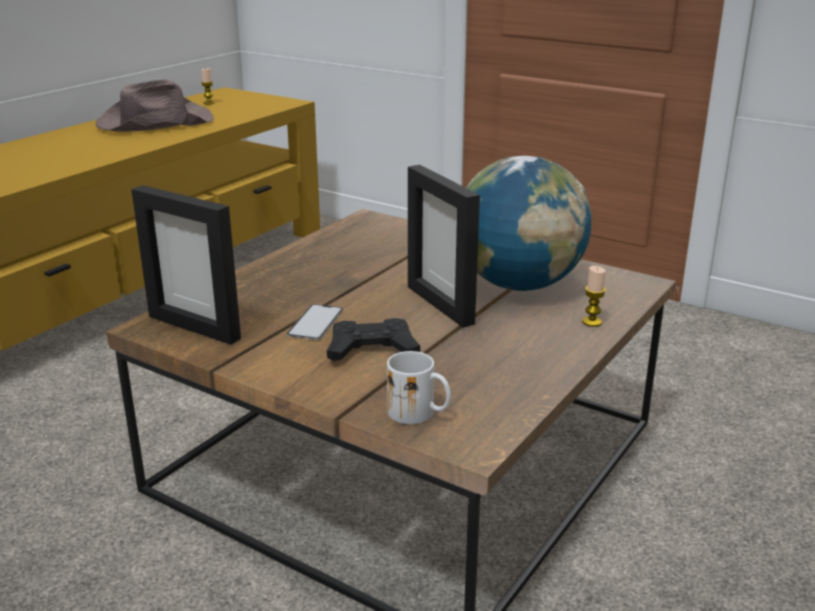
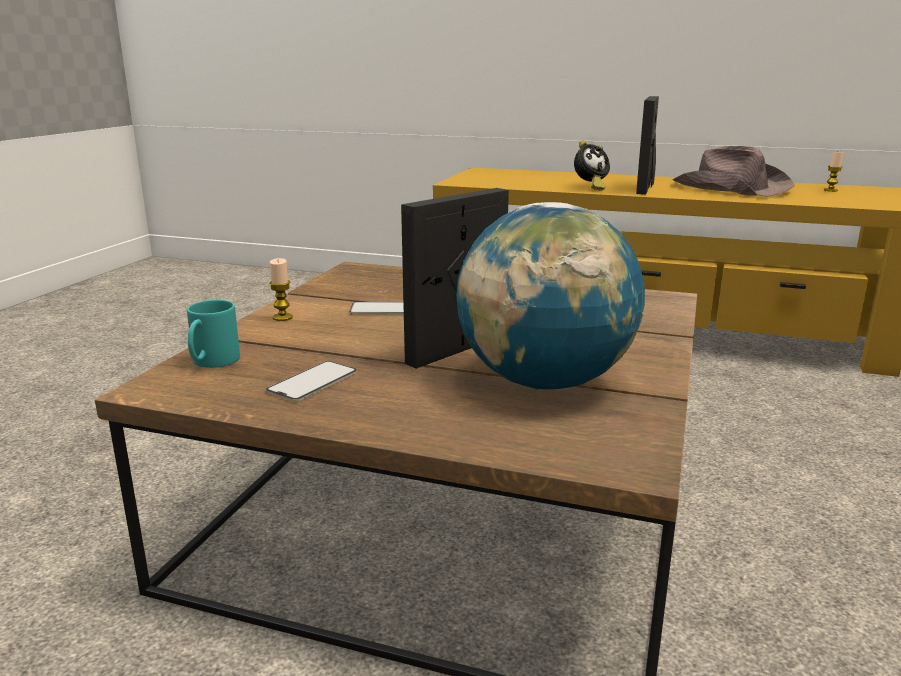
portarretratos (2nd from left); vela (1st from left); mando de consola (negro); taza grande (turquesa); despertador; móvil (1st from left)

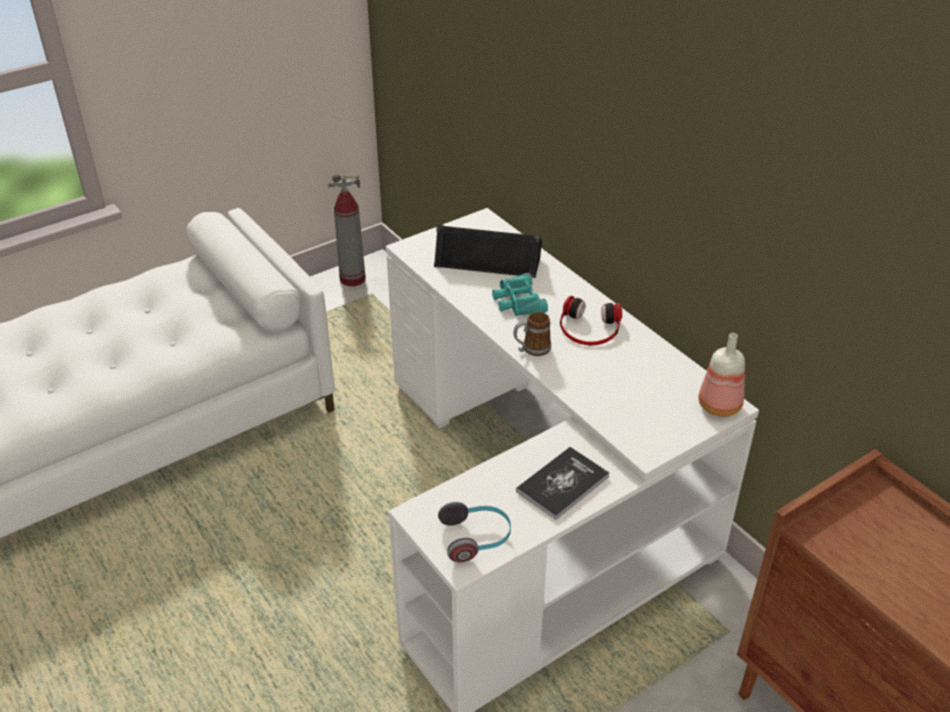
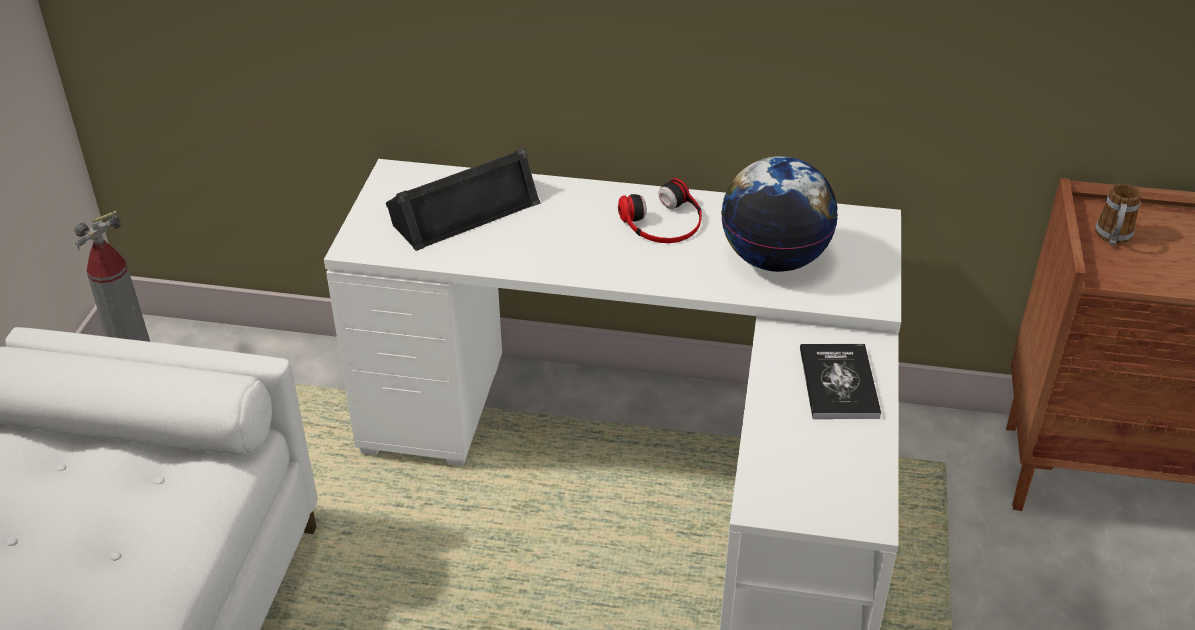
prismáticos (turquesa); taza grande; botella; auriculares (1st from left in the first image); globo terráqueo

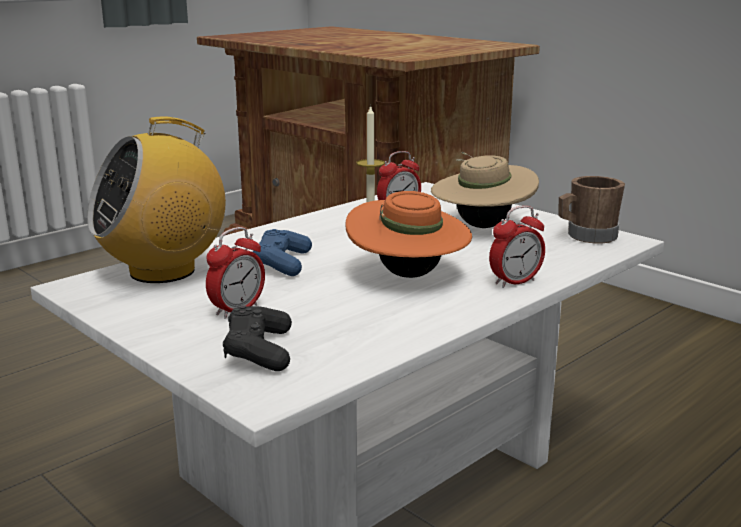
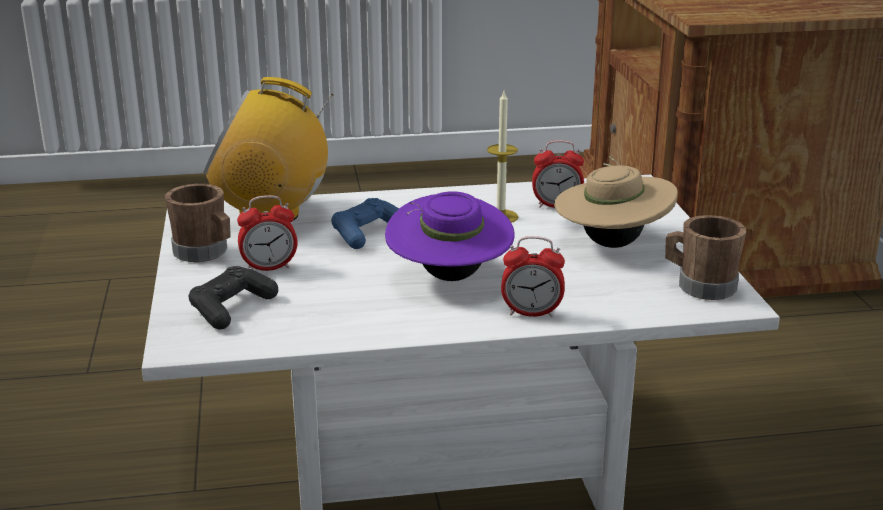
sombrero (morado); taza grande (marrón) (1st from left)

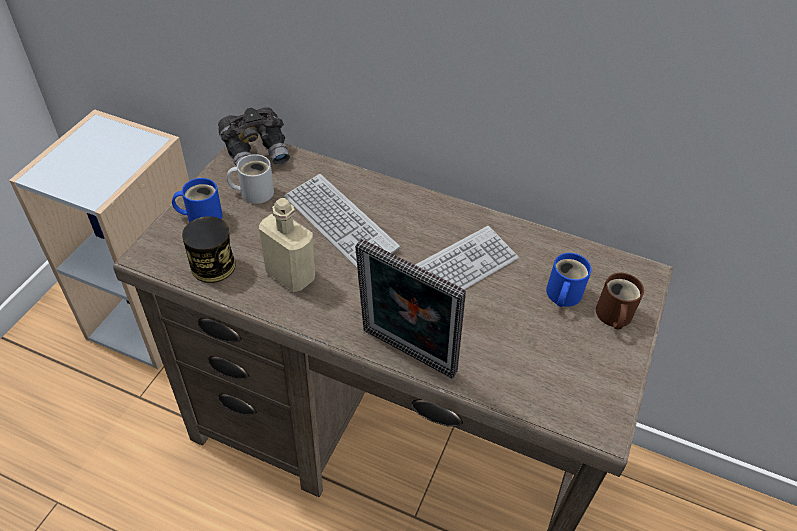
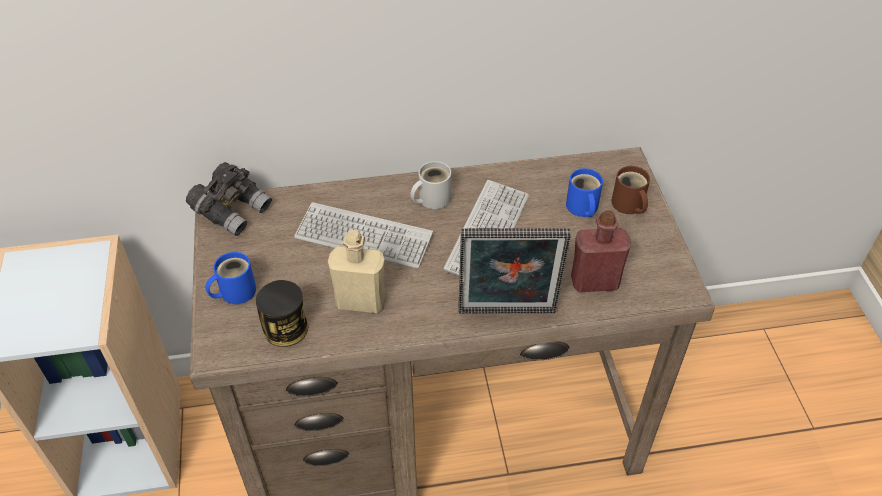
taza grande (blanco); botella (rojo)

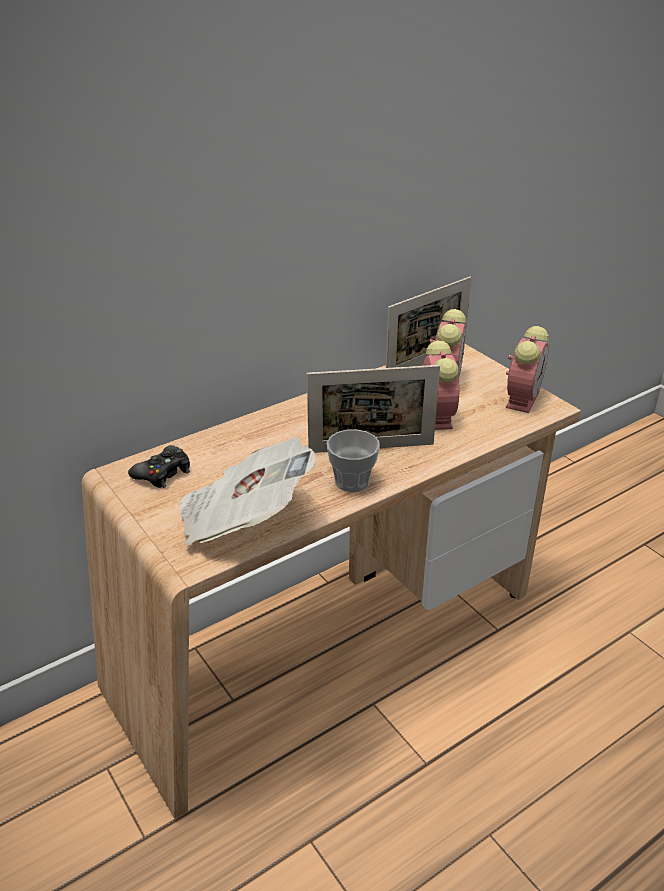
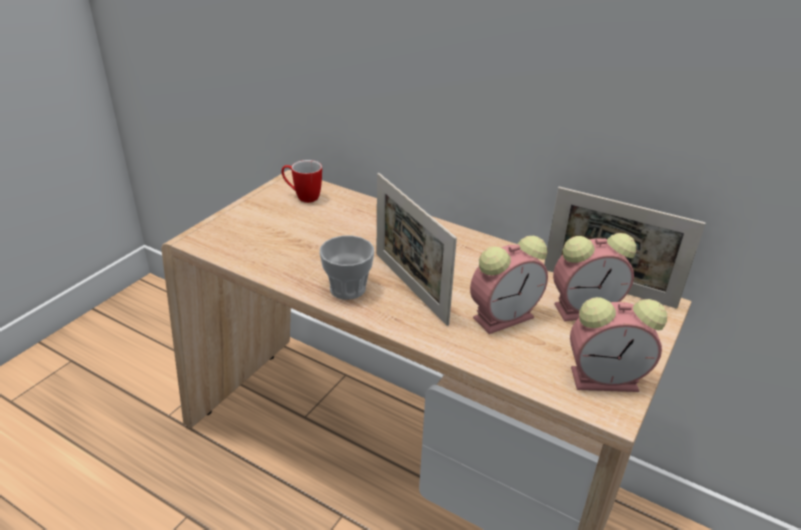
periódico; taza grande

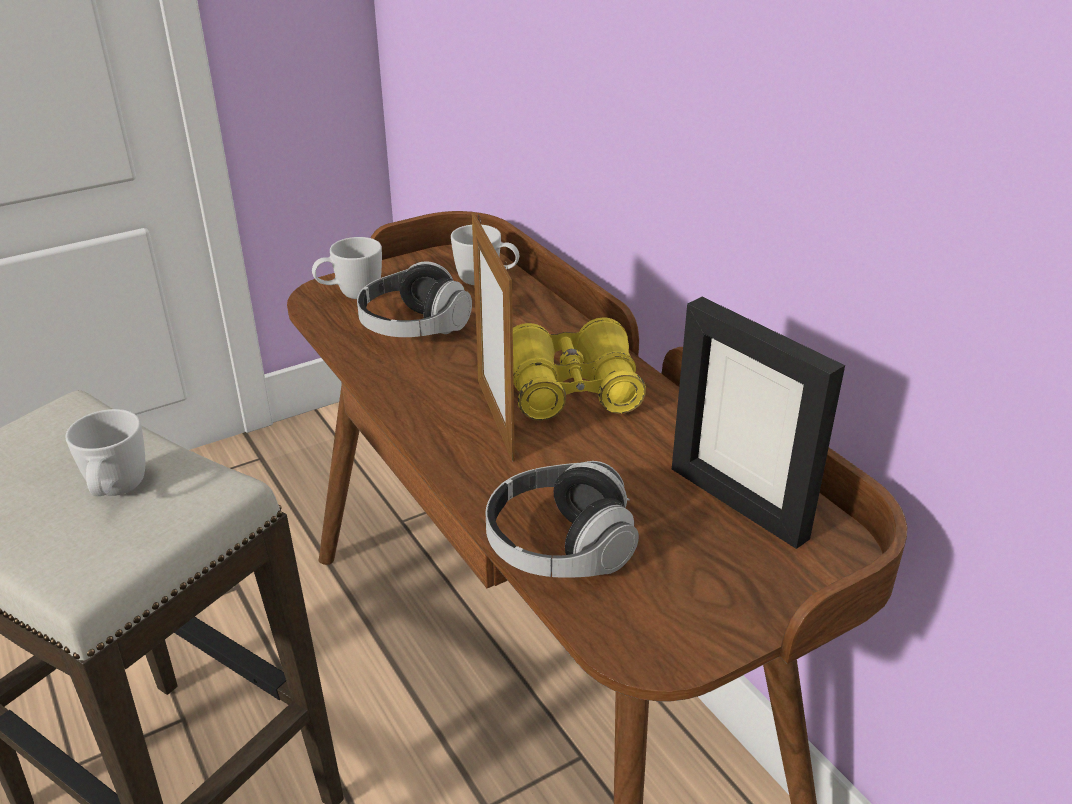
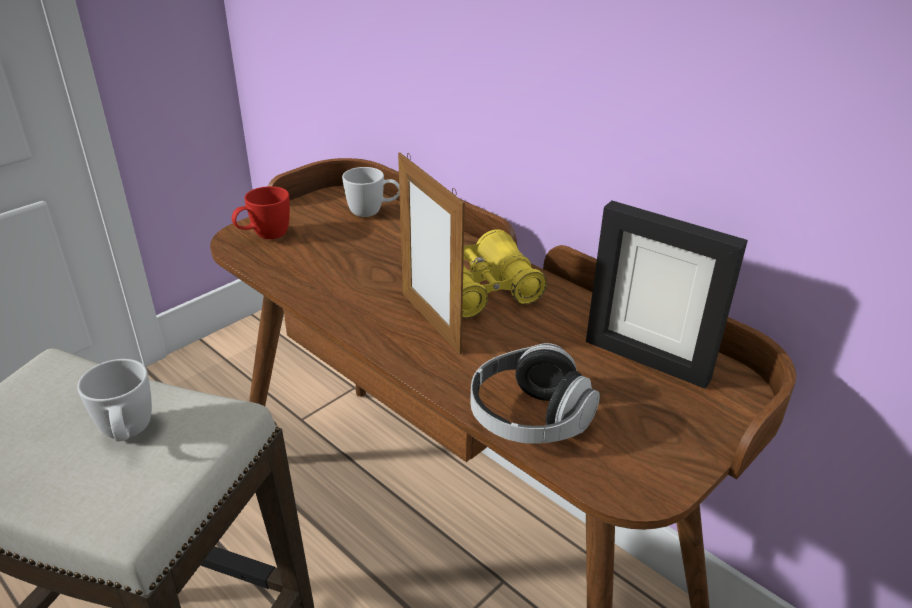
taza grande (rojo); auriculares (1st from left in the first image)

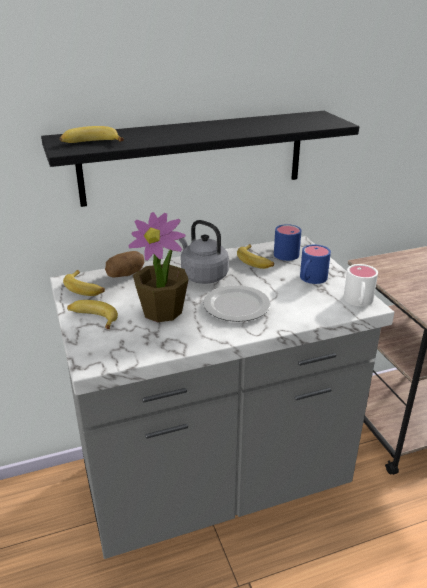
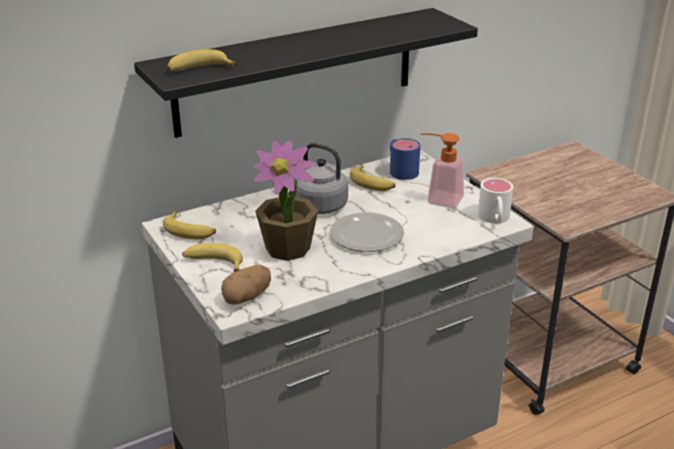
dispensador de jabón; patata

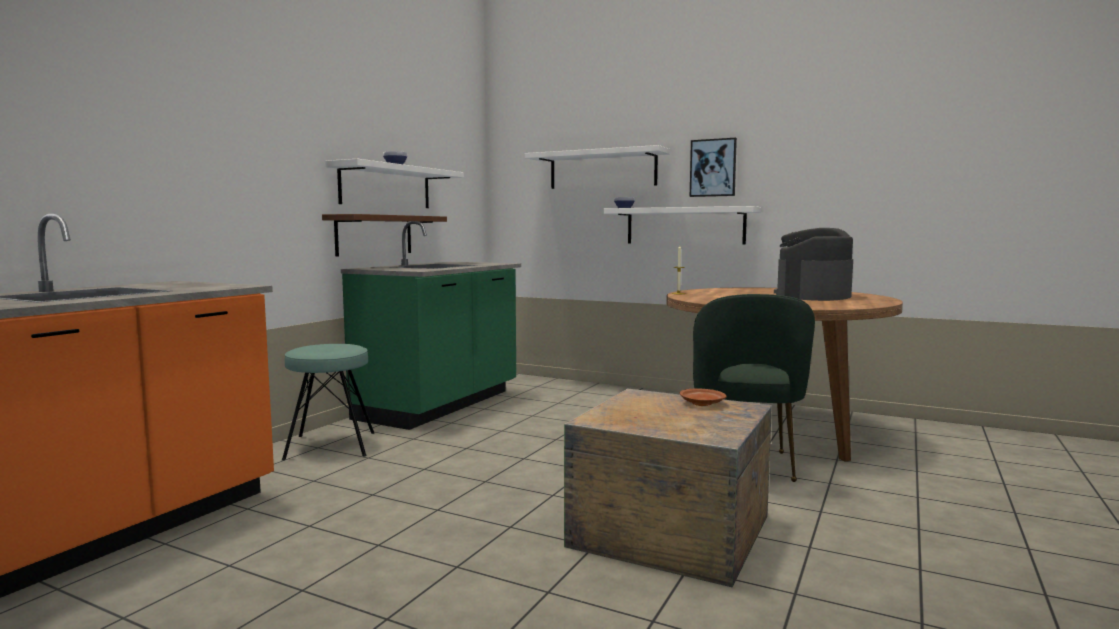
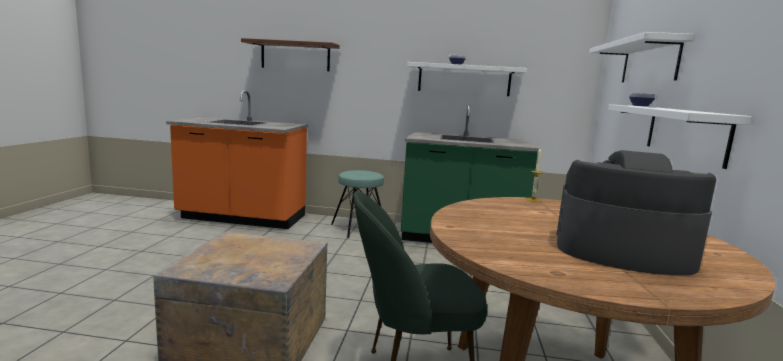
cuadro; estante (marrón); plato (marrón)

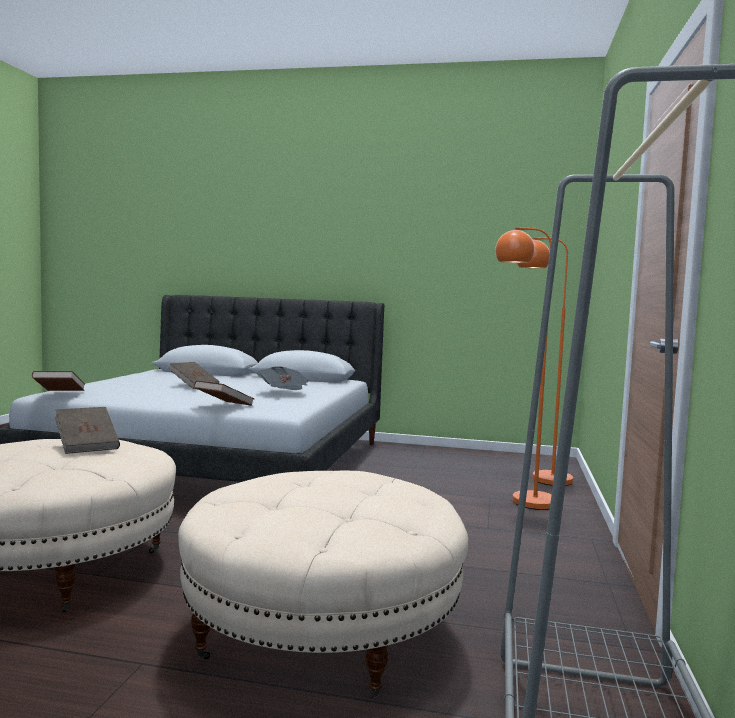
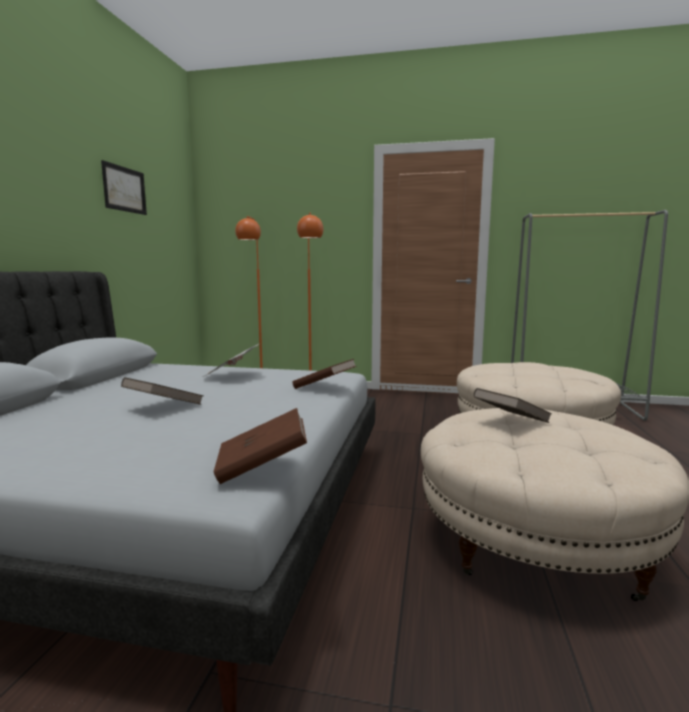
cuadro

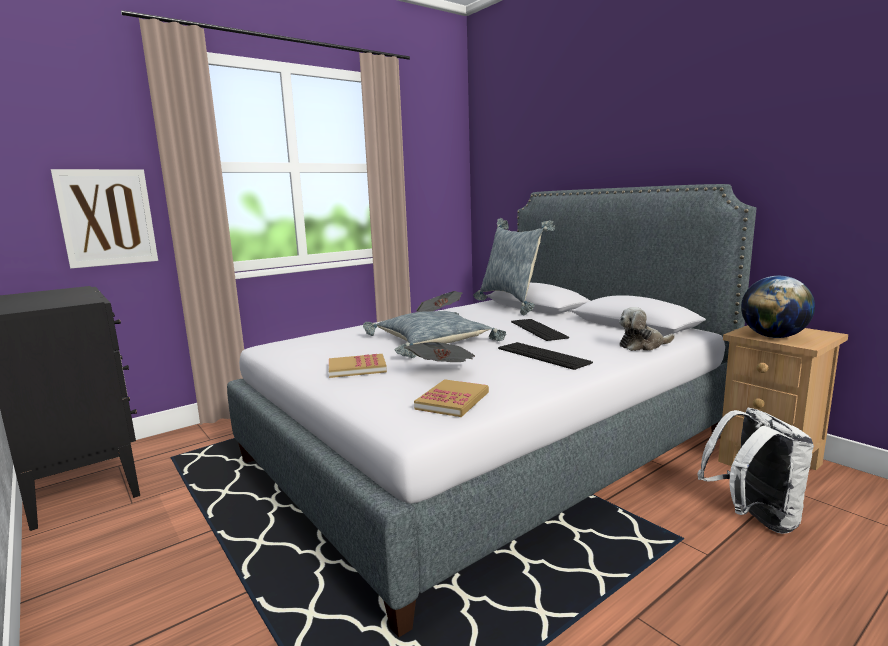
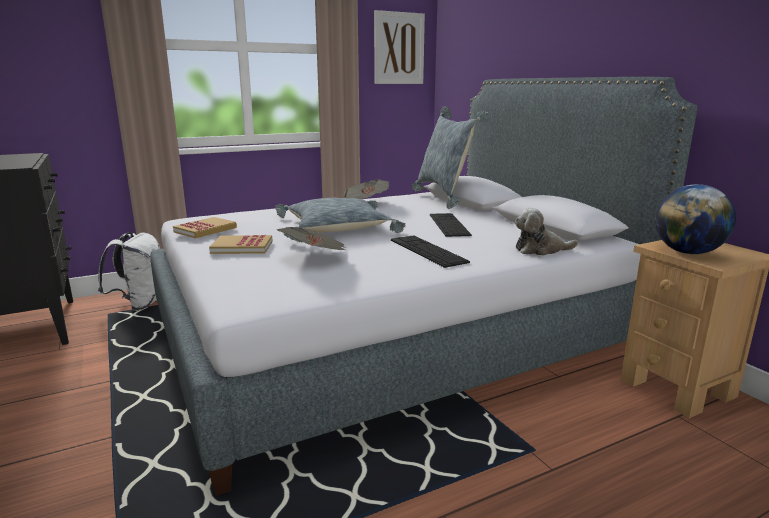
cuadro; libro (1st from left); mochila (blanco)

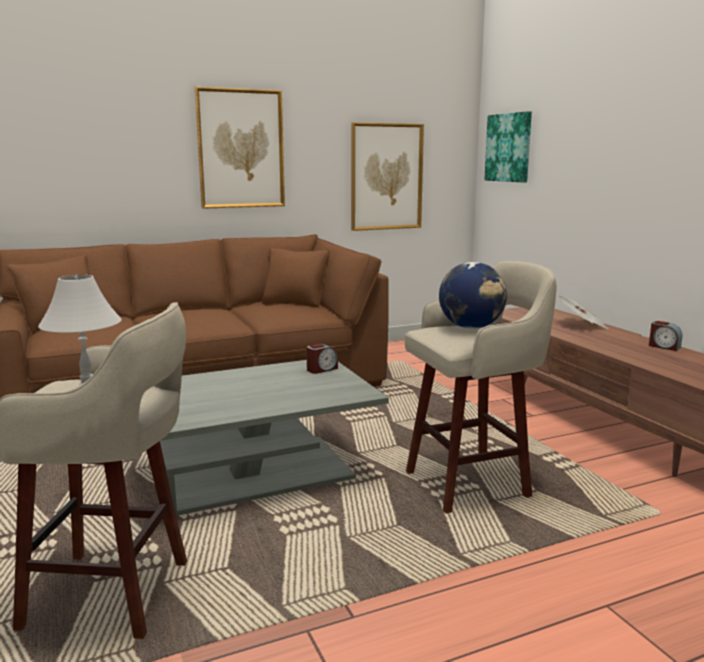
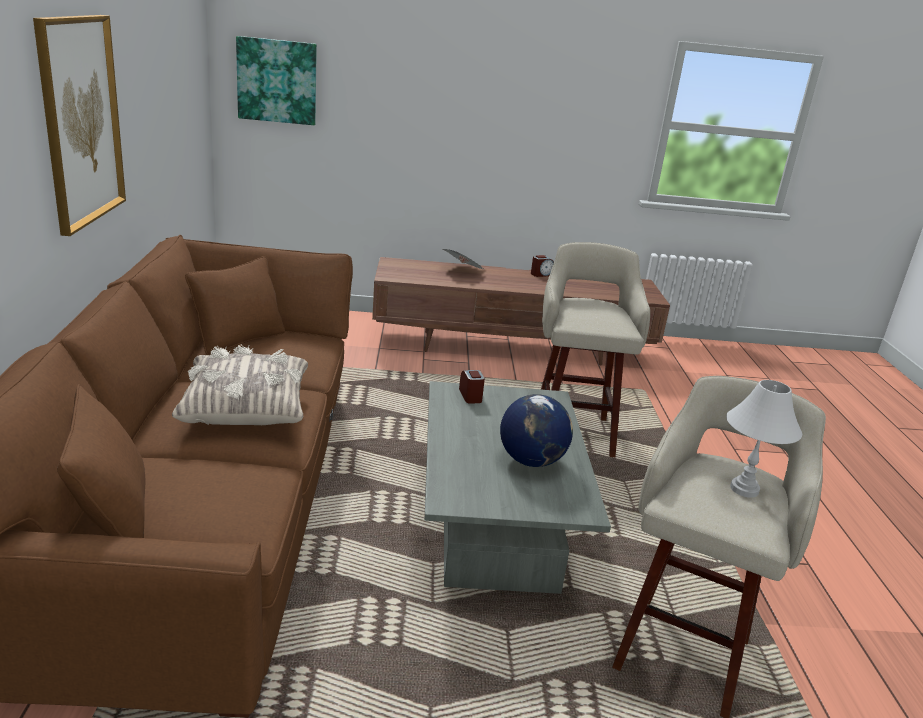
cuadro (2nd from left in the first image); globo terráqueo; cojín (beis)

